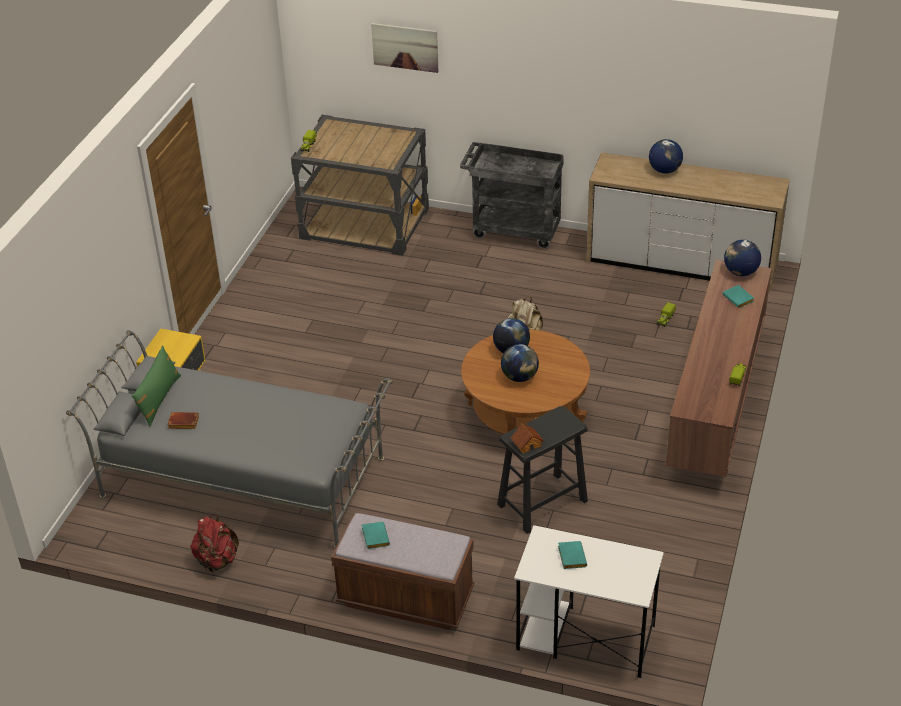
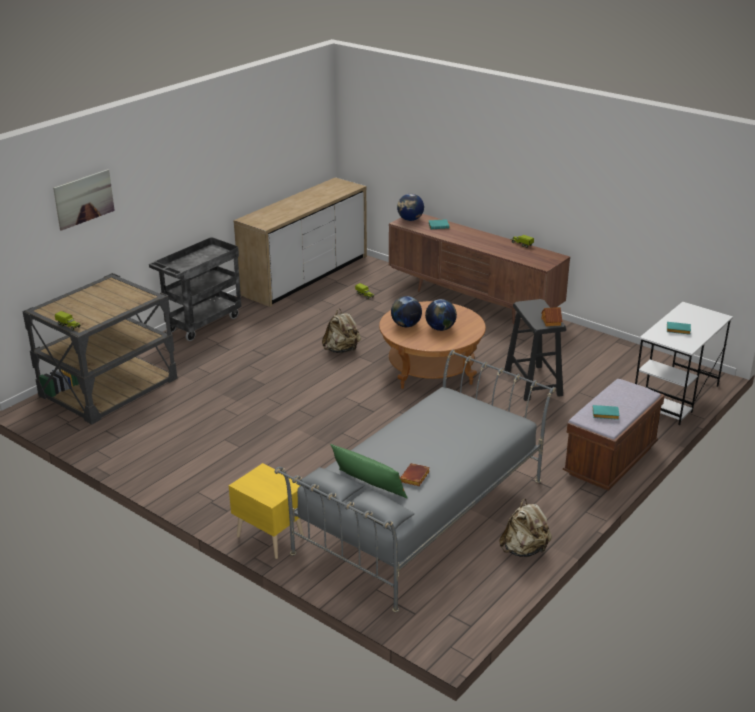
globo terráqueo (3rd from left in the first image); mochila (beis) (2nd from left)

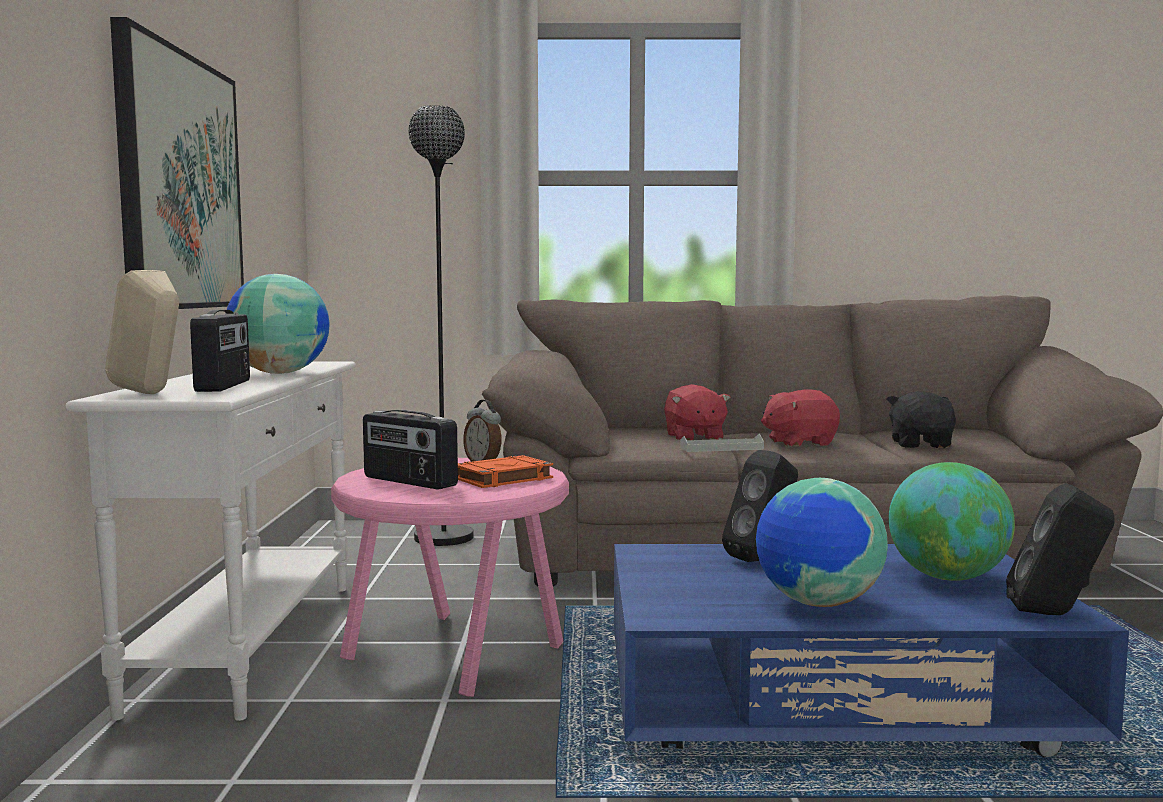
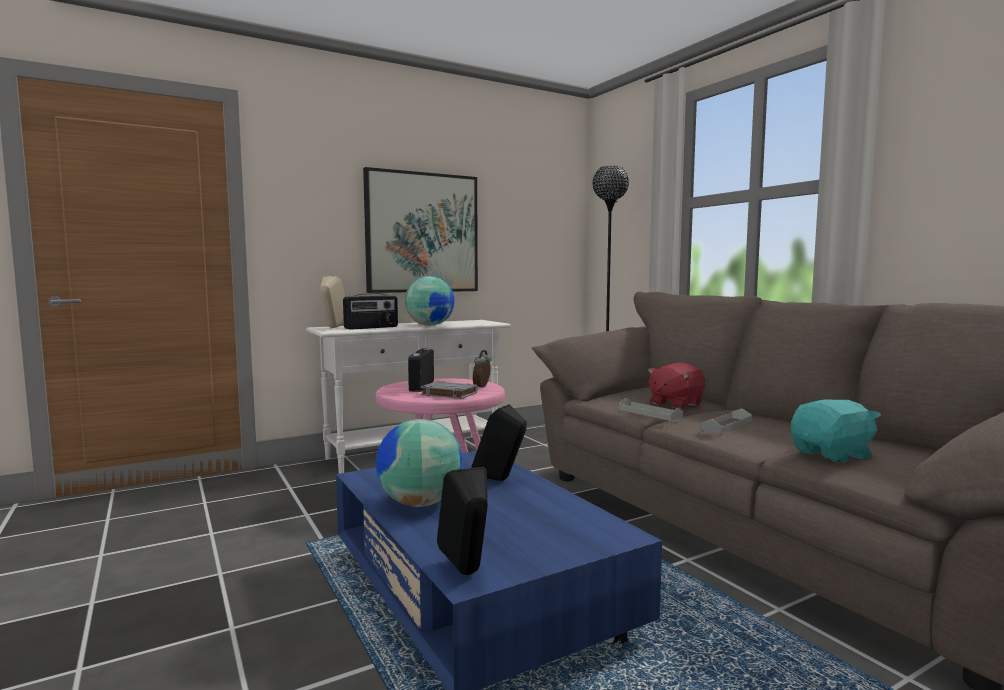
bandeja (gris) (2nd from left); peluche (turquesa); libro (gris); globo terráqueo (3rd from left in the first image)

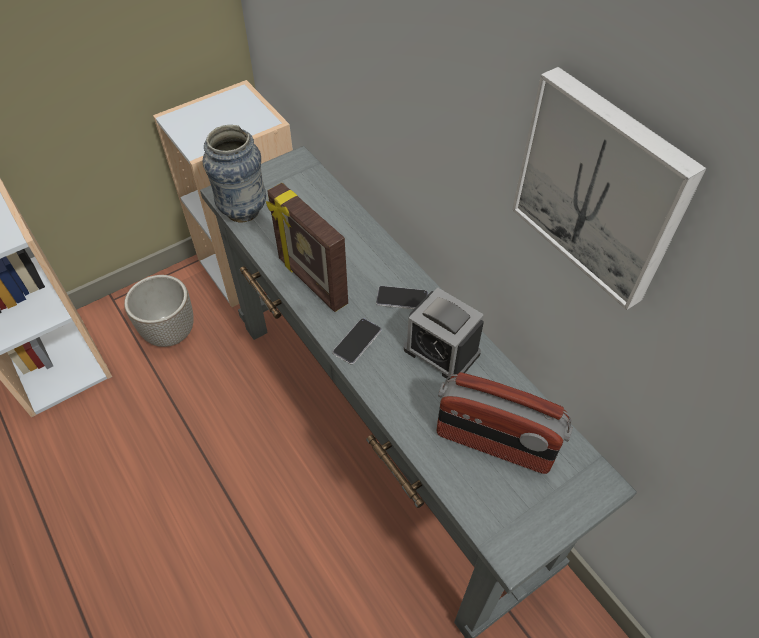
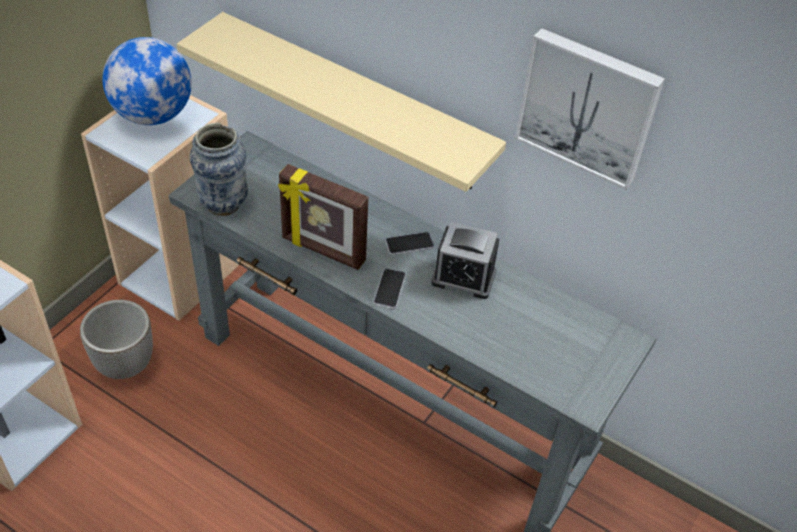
radio; estante (beis); globo terráqueo

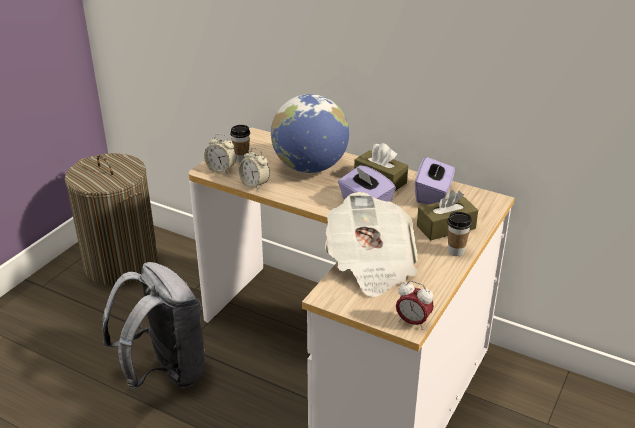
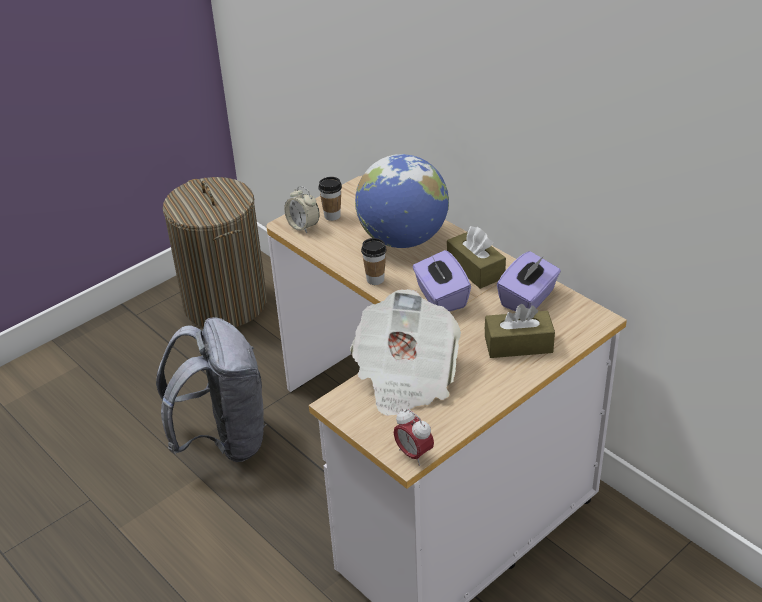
despertador (2nd from left in the first image); taza (2nd from left)

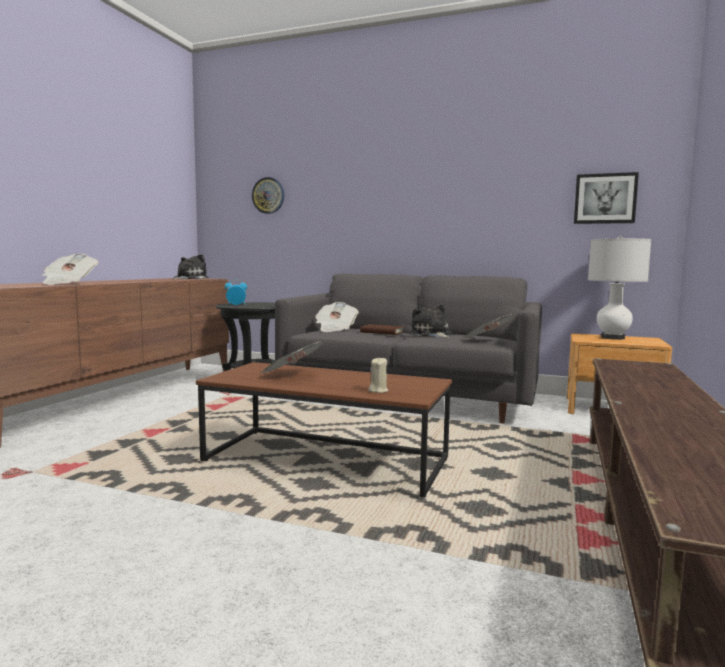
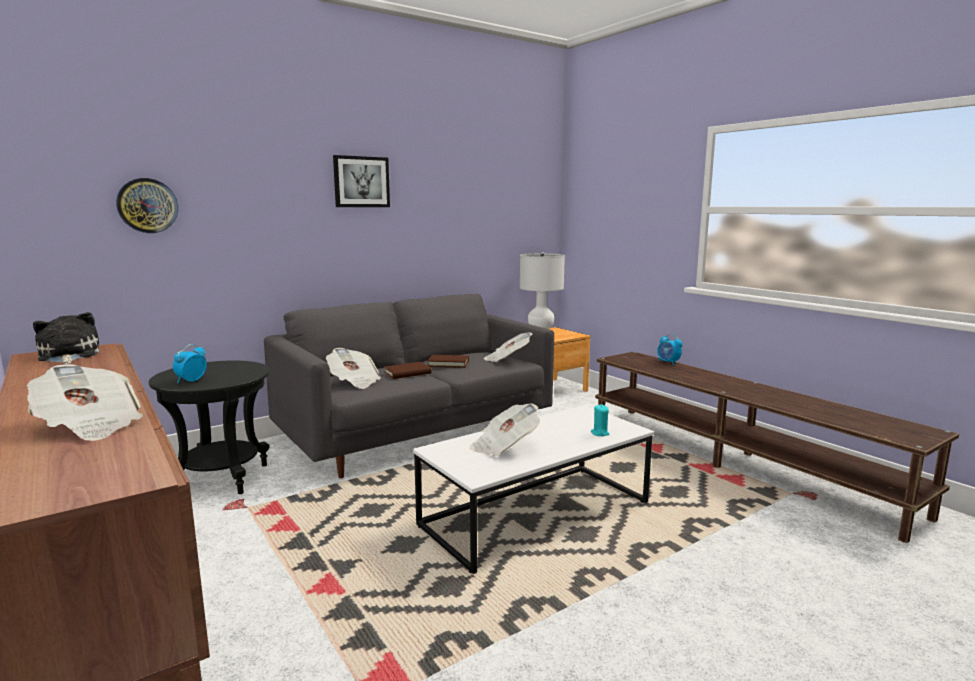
cuadro; libro (marrón) (2nd from left); vela (turquesa); mesa de centro (blanco); despertador (2nd from left)

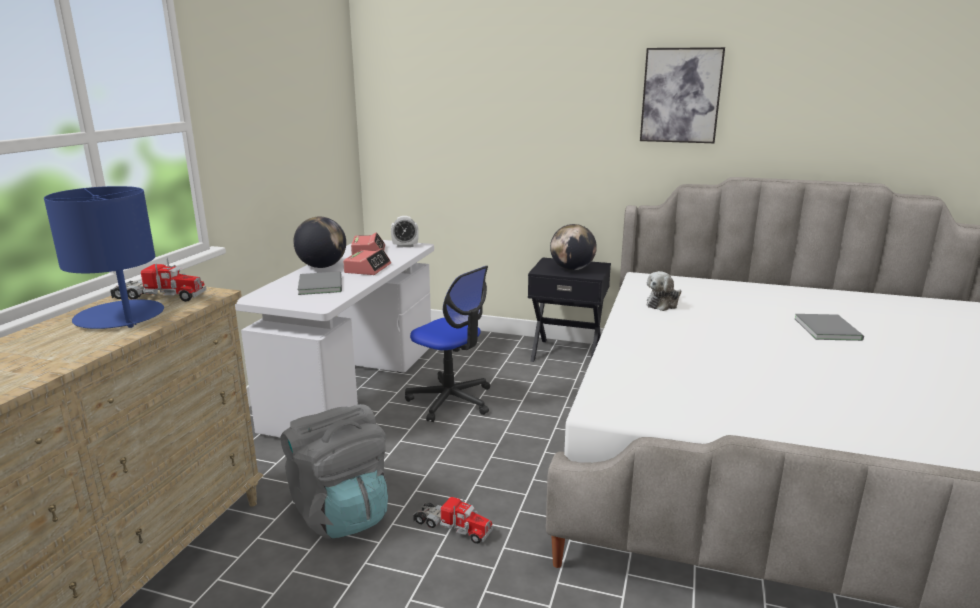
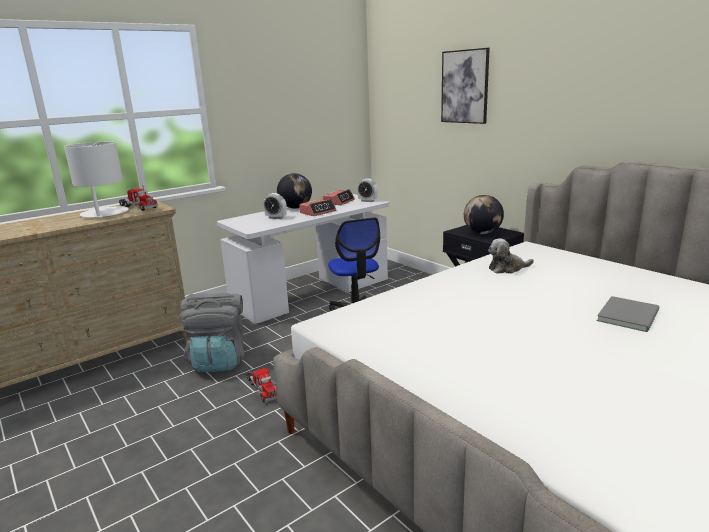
cuadro; lámpara de mesa (blanco); despertador (1st from left)

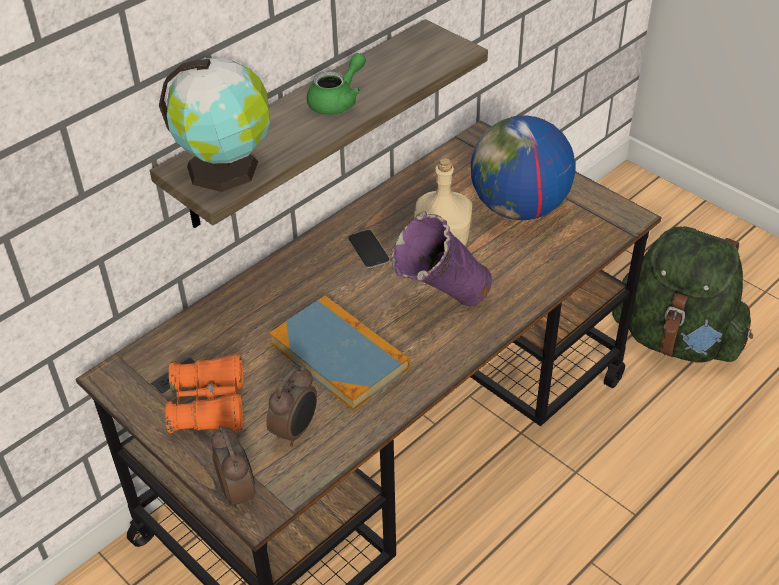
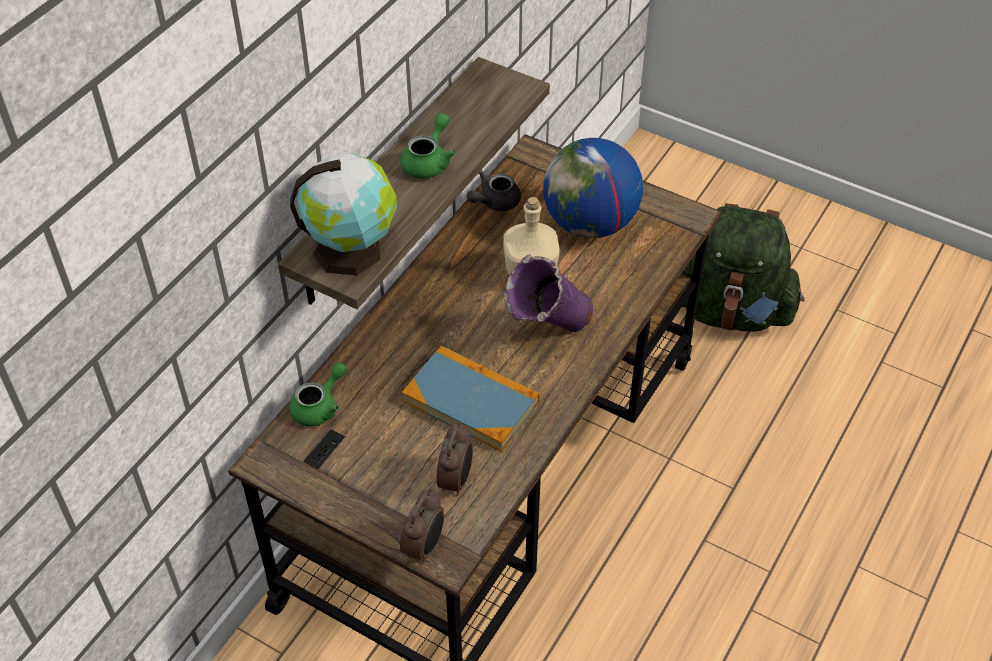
móvil; prismáticos (naranja); despertador (1st from left); tetera (gris); tetera (verde) (1st from left)

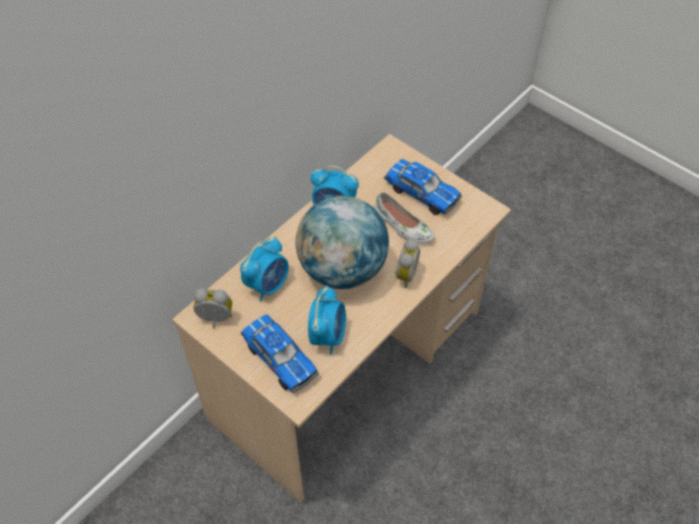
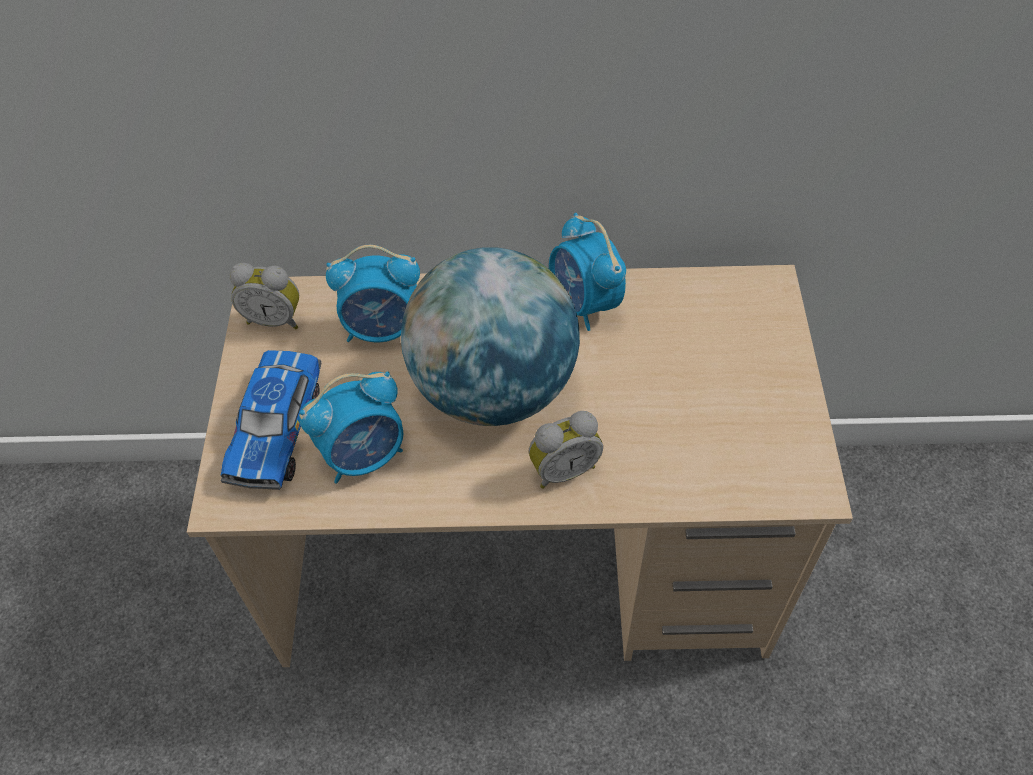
coche de juguete (2nd from left in the first image); zapato (blanco); despertador (1st from left)

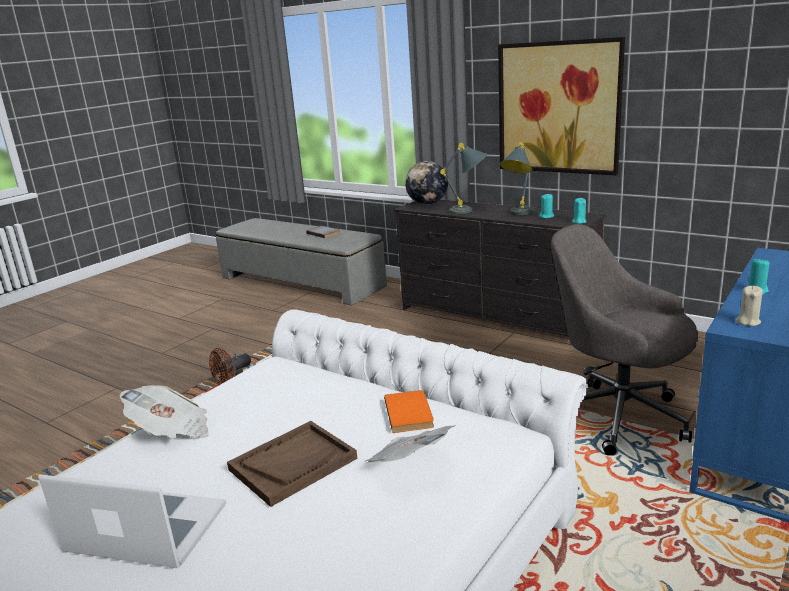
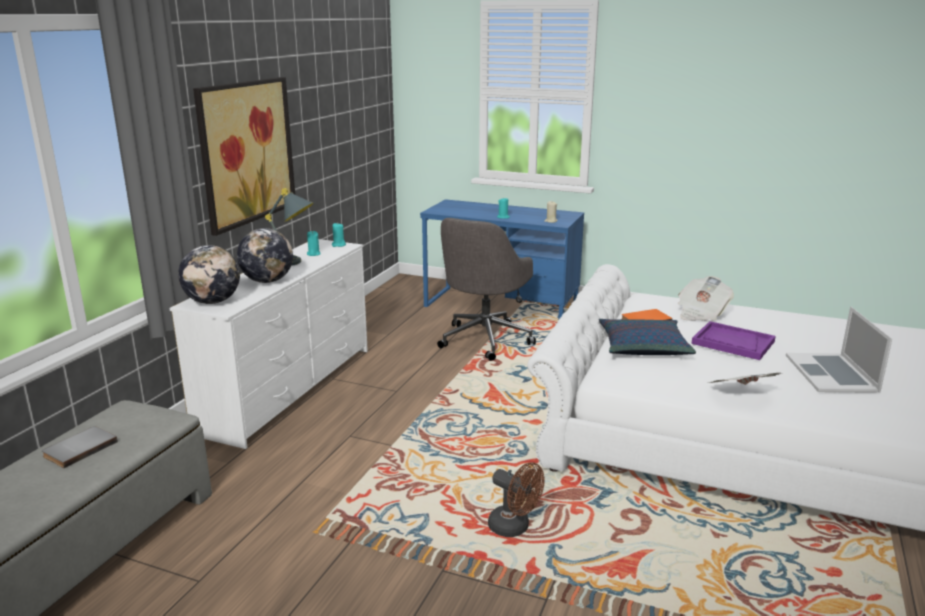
globo terráqueo (2nd from left); cómoda (blanco); bandeja (morado); cojín (azul)

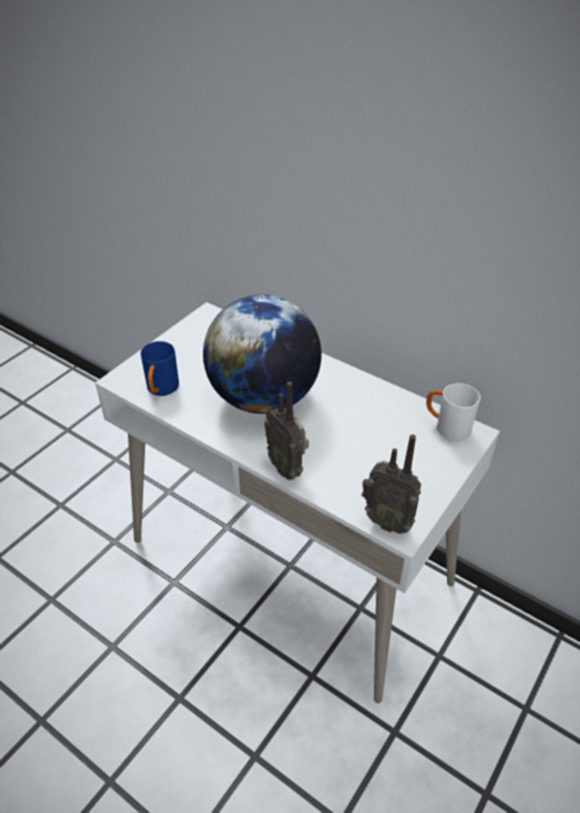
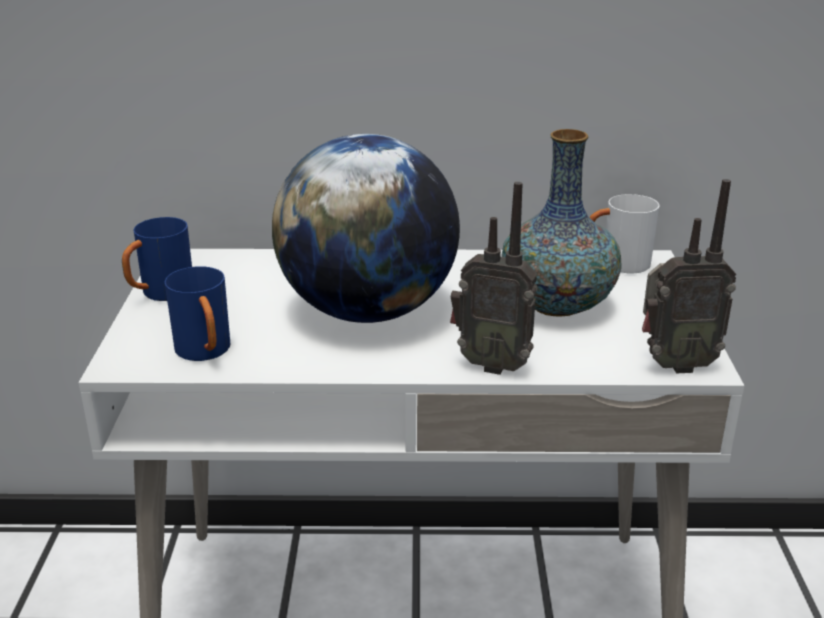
florero; taza grande (azul) (1st from left)

